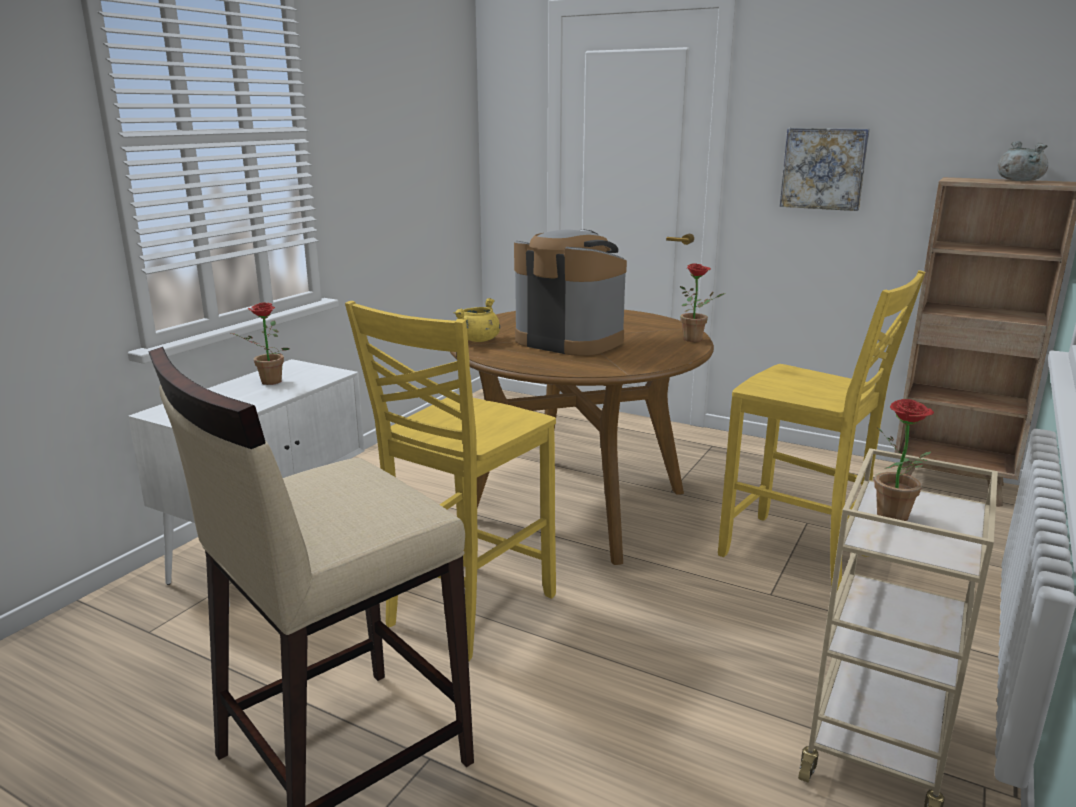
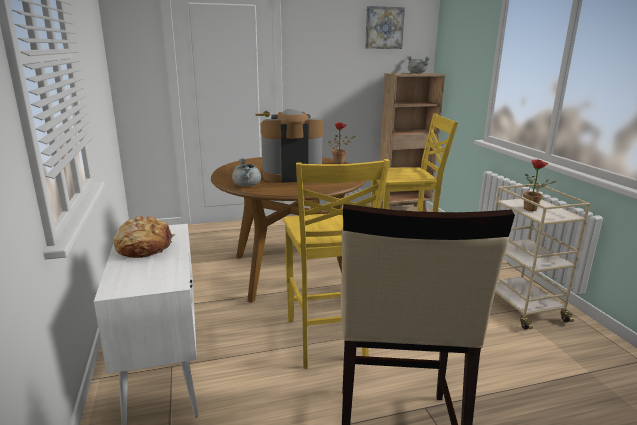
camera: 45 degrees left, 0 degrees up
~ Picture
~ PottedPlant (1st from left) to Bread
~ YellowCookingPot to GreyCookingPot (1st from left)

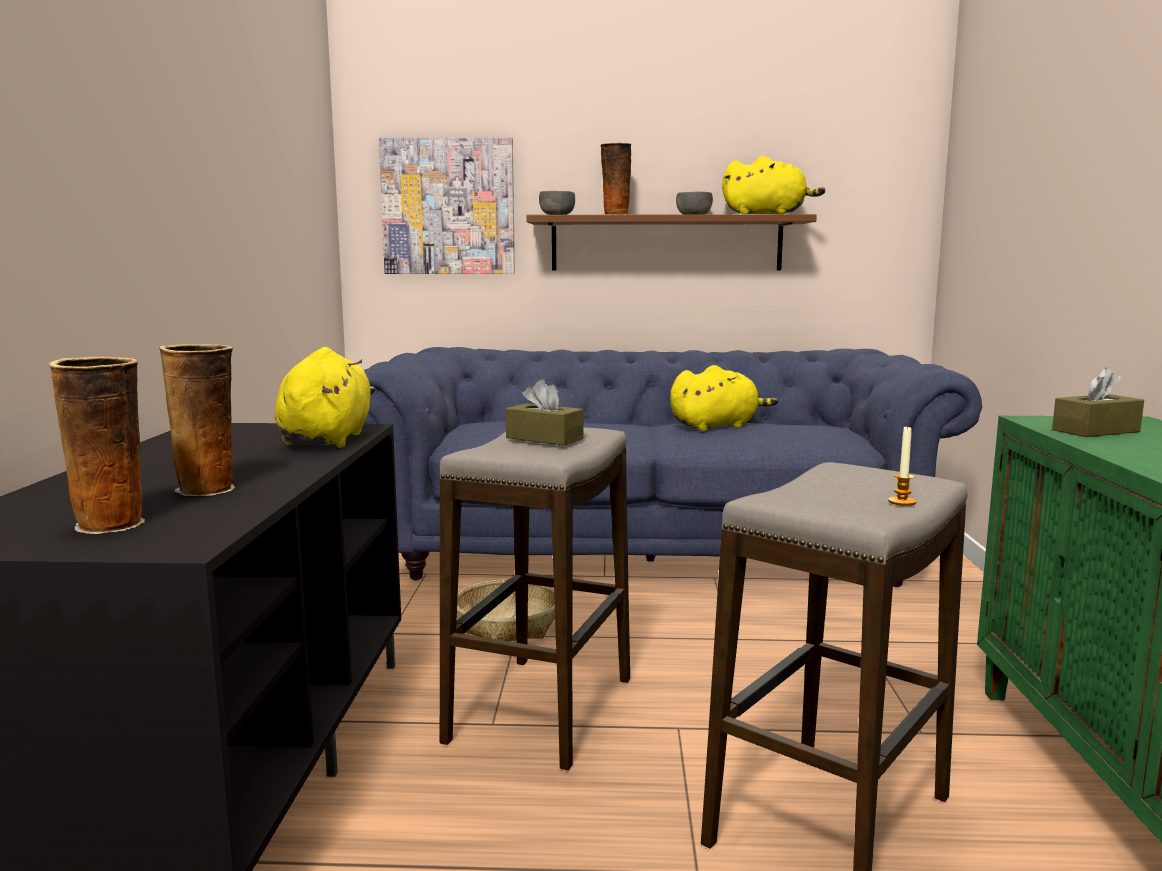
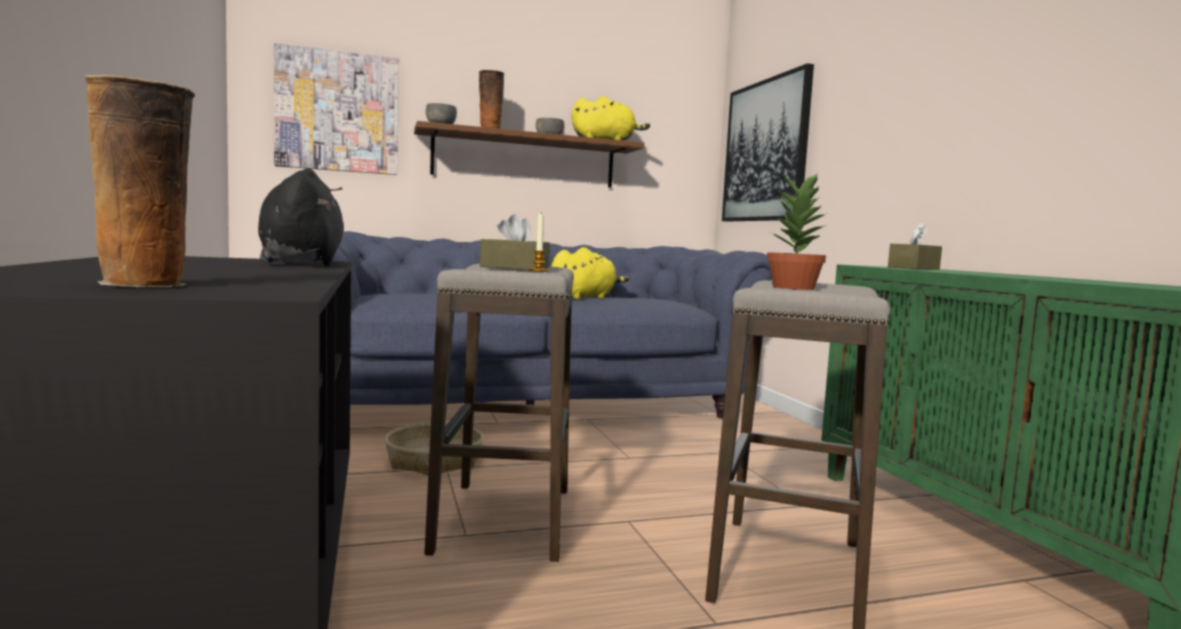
camera: 20 degrees left, 5 degrees down
- Vase (2nd from left)
+ Picture (2nd from left)
+ PottedPlant
~ Candle
~ YellowPlushToy (1st from left) to BlackPlushToy

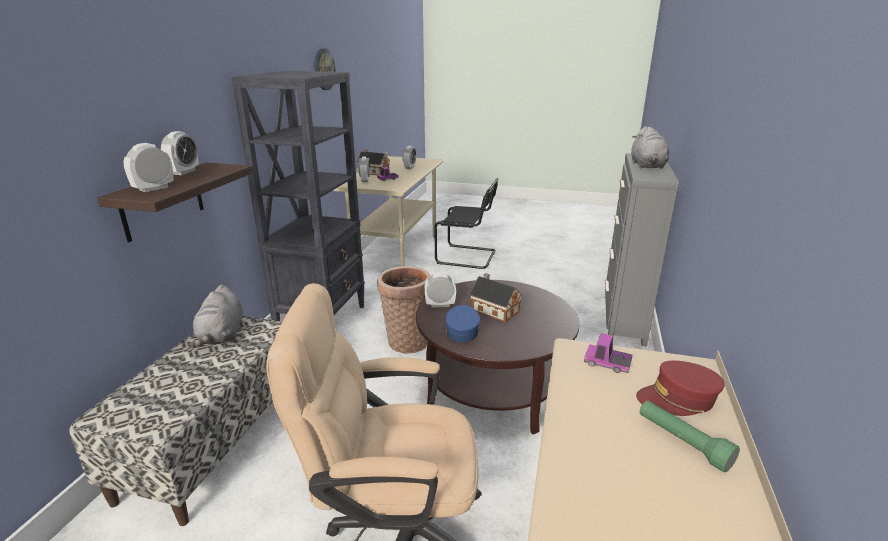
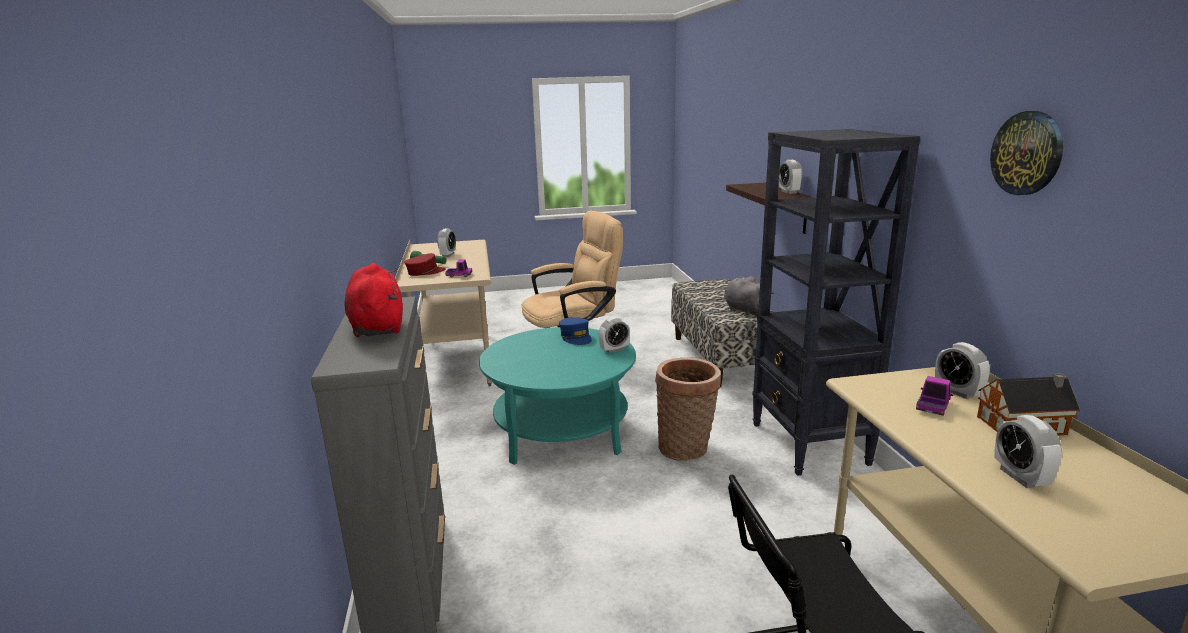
camera: 155 degrees right, 5 degrees down
- ToyHouse (2nd from left)
~ AlarmClock (1st from left)
~ BrownCoffeeTable to TurquoiseCoffeeTable
~ GreyPlushToy (2nd from left) to RedPlushToy

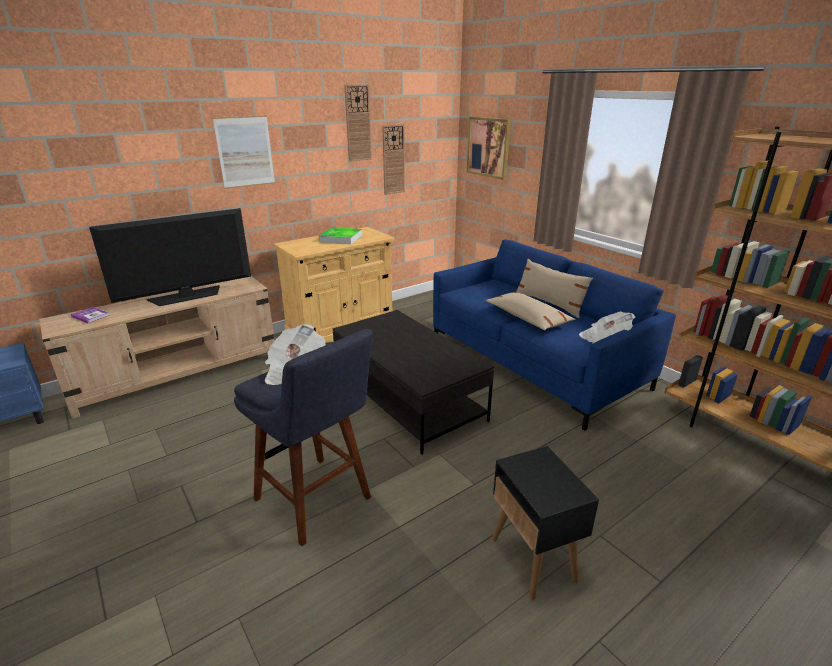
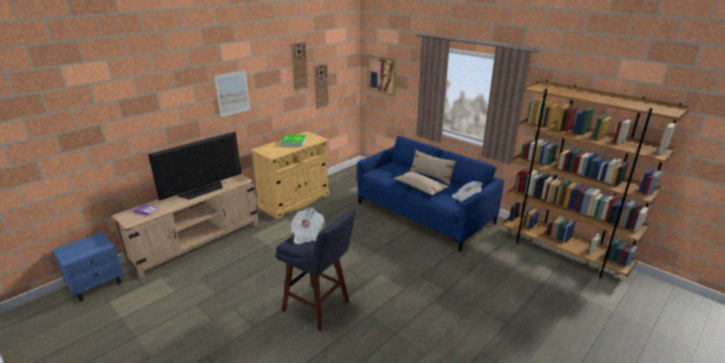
camera: 10 degrees left, 0 degrees up
- BlackCoffeeTable
- BlackSideTable

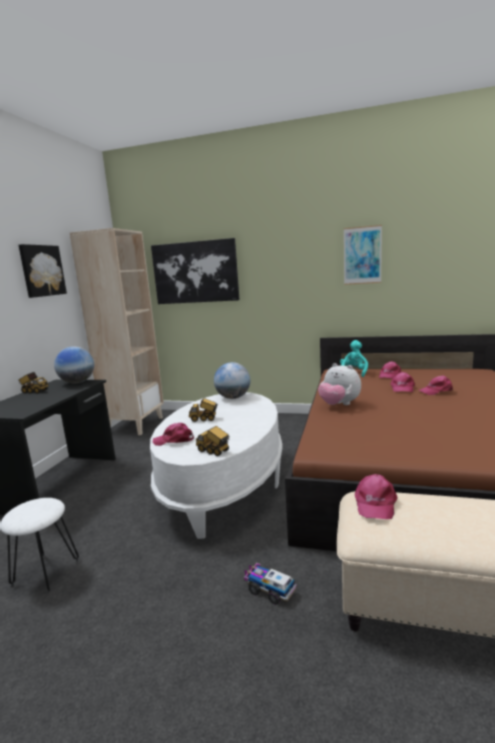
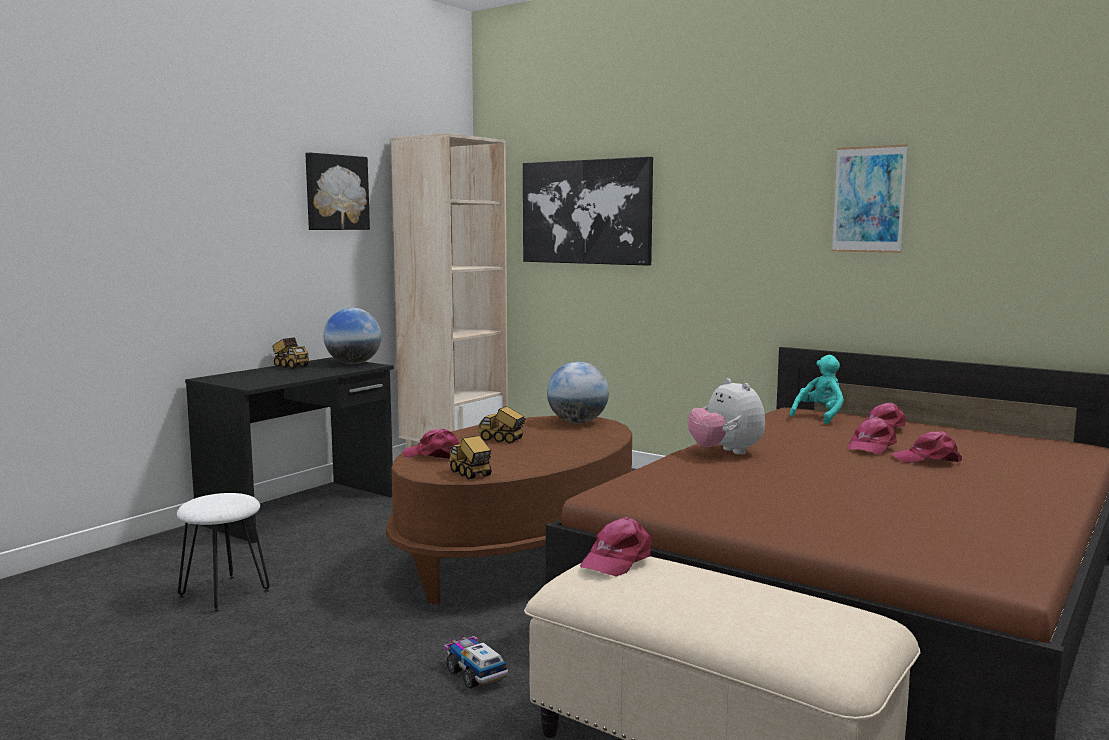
camera: 20 degrees right, 5 degrees down
~ WhiteCoffeeTable to BrownCoffeeTable

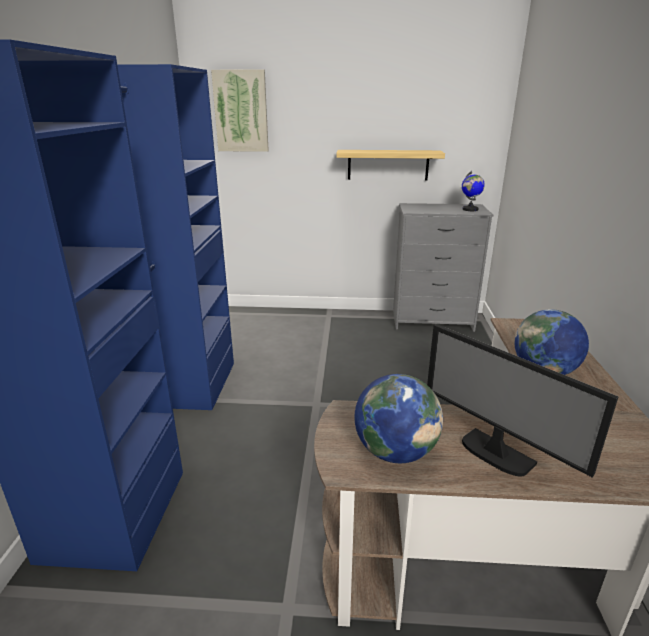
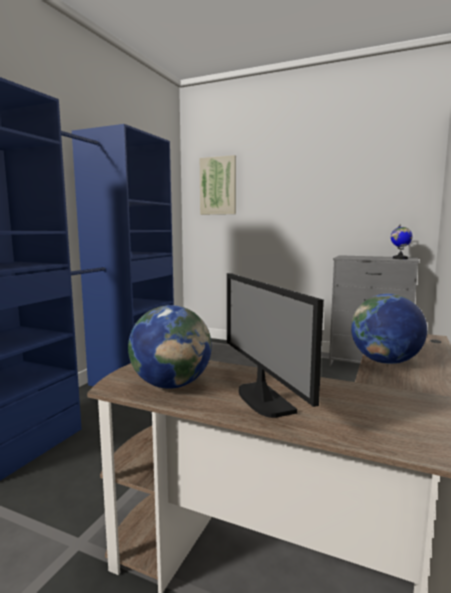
camera: 20 degrees right, 15 degrees down
- Shelf

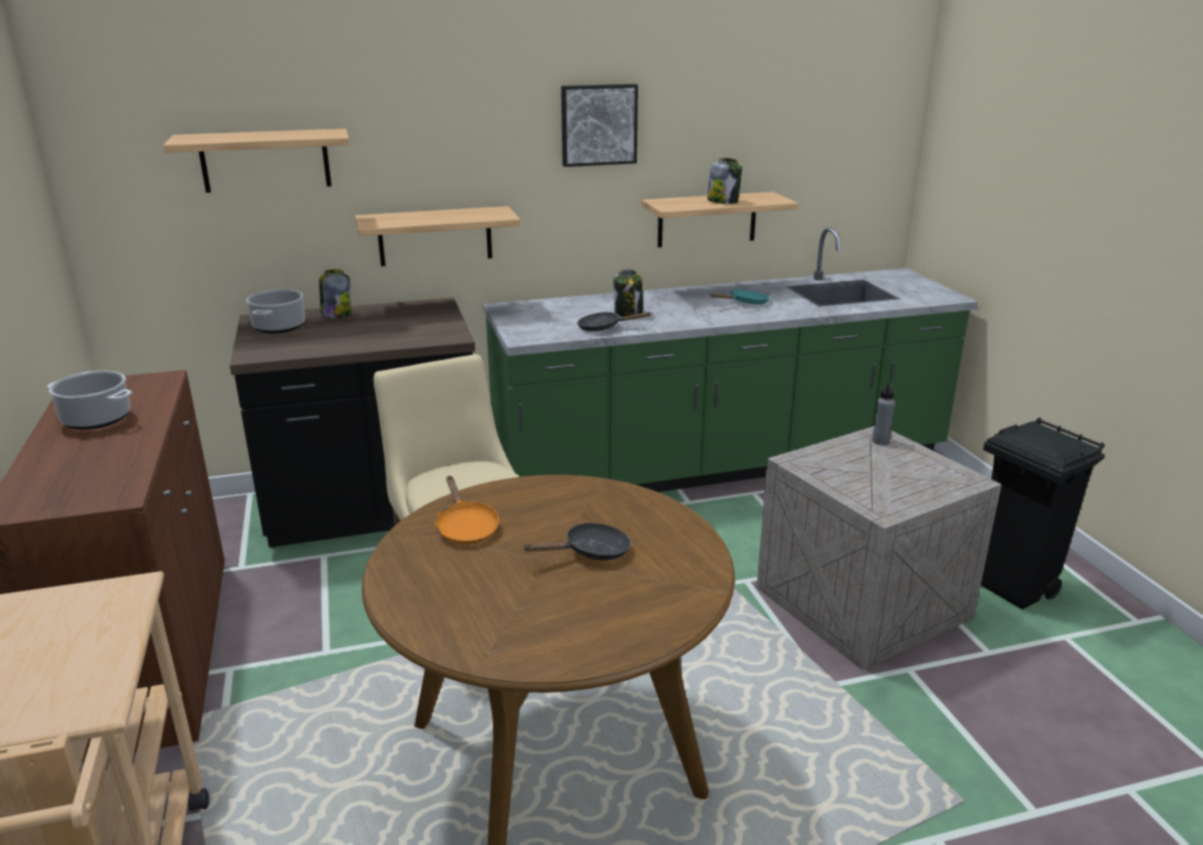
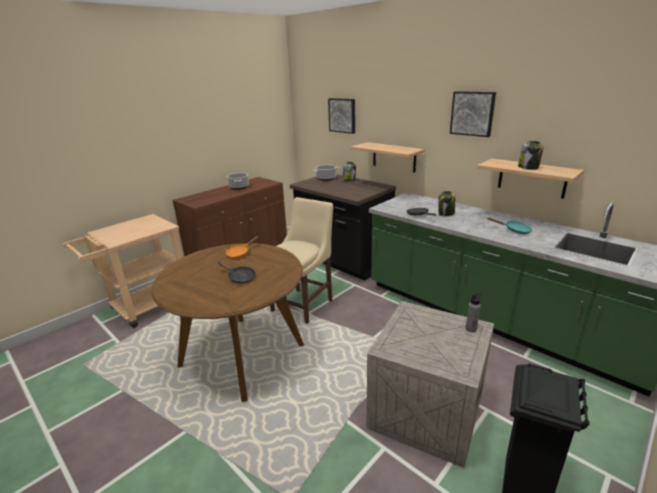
camera: 60 degrees right, 0 degrees up
~ Shelf (1st from left) to Picture (1st from left)

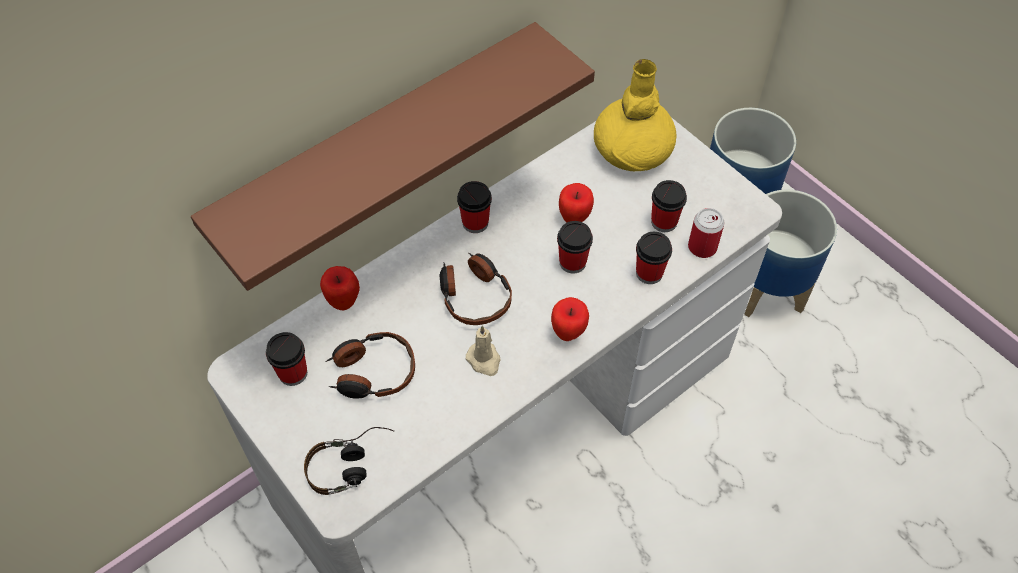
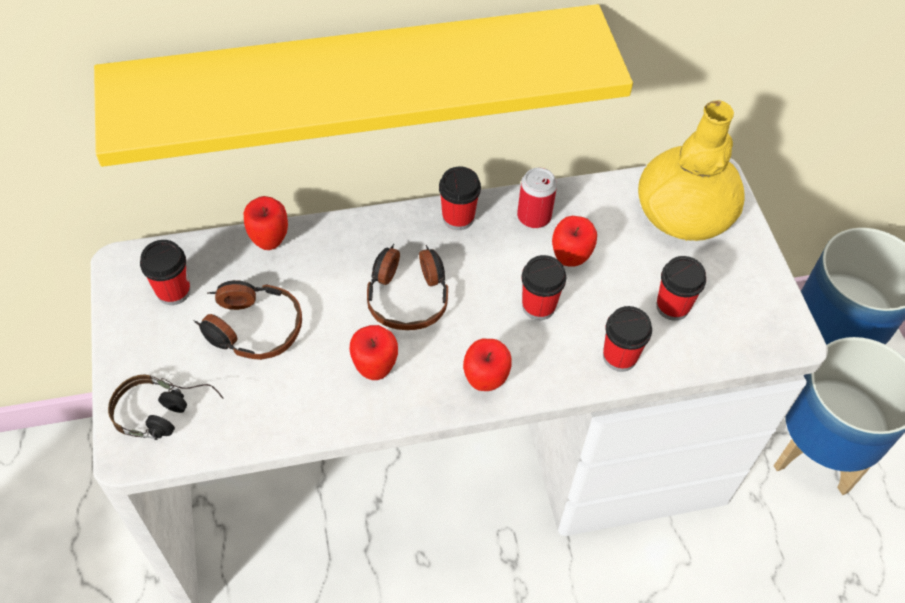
camera: 25 degrees right, 0 degrees up
~ Can
~ BeigeCandle to Apple (2nd from left)
~ BrownShelf to YellowShelf

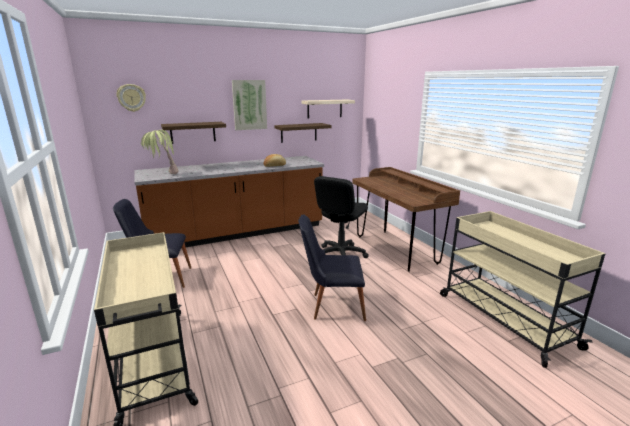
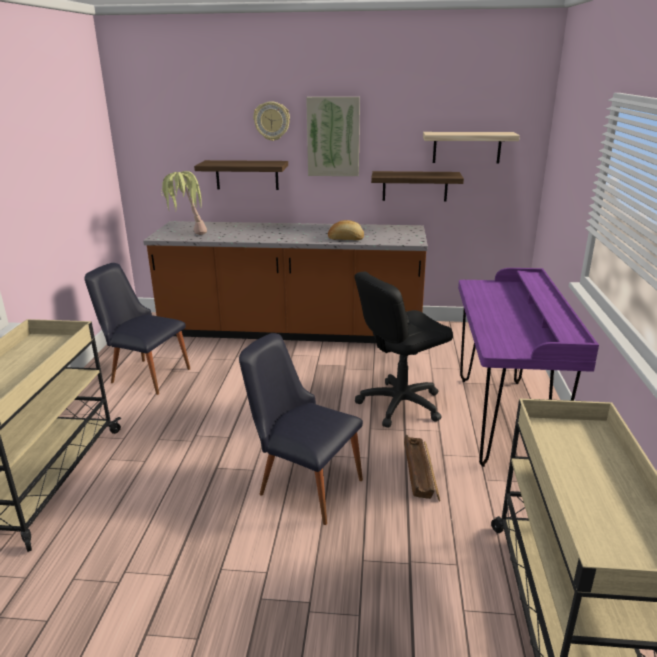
camera: 30 degrees right, 5 degrees up
+ Crate
~ WallClock
~ BrownDesk to PurpleDesk

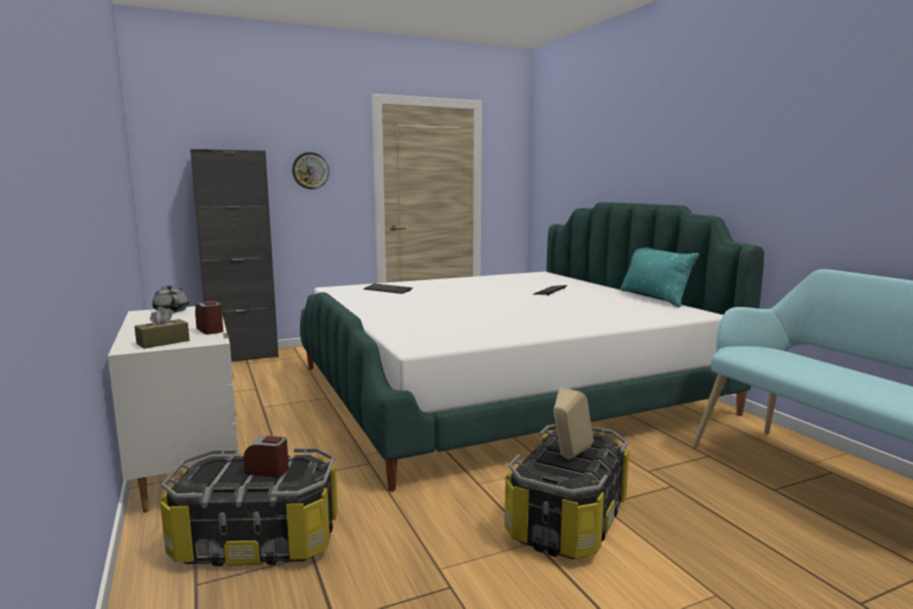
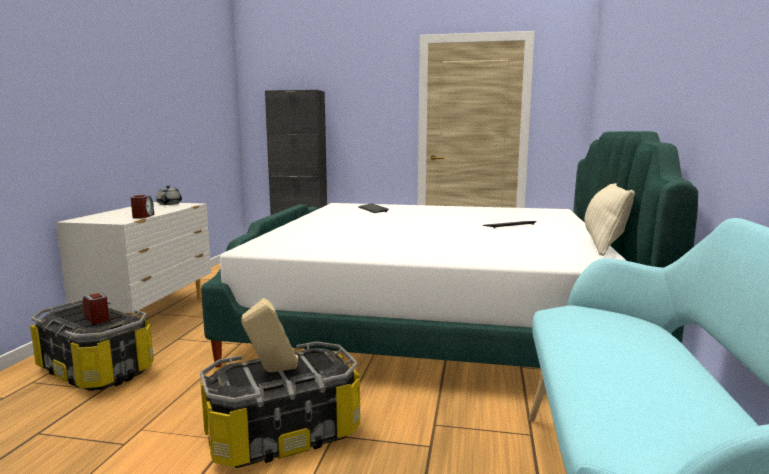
camera: 35 degrees right, 0 degrees up
- BrownTissueBox
- WallClock
~ TurquoisePillow to BeigePillow

